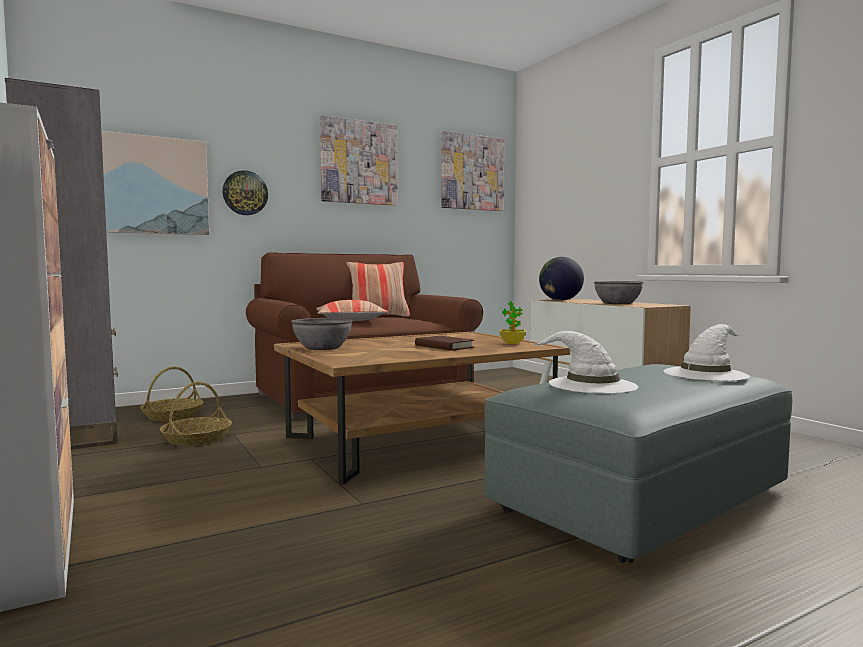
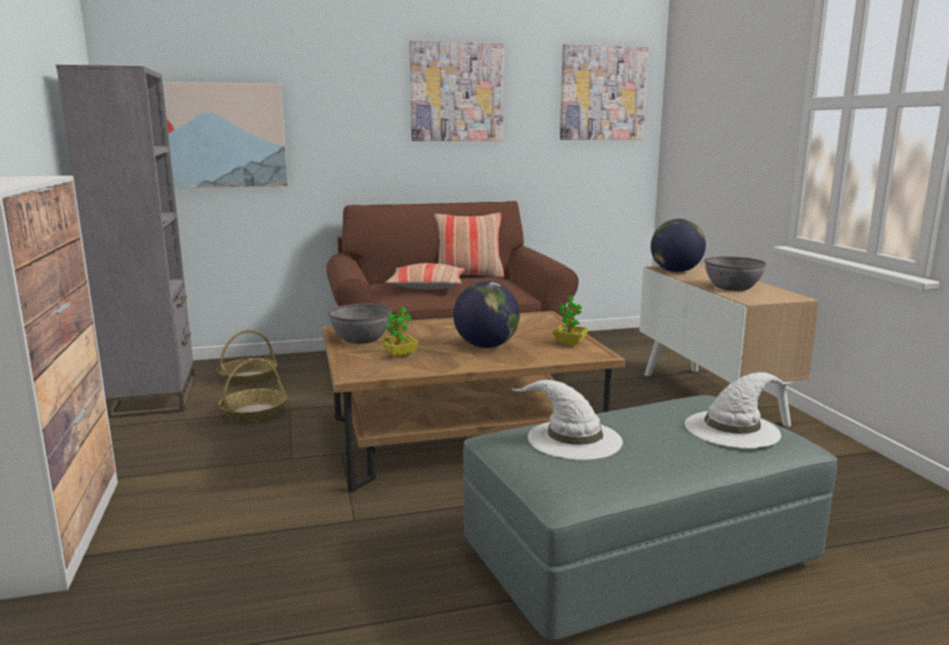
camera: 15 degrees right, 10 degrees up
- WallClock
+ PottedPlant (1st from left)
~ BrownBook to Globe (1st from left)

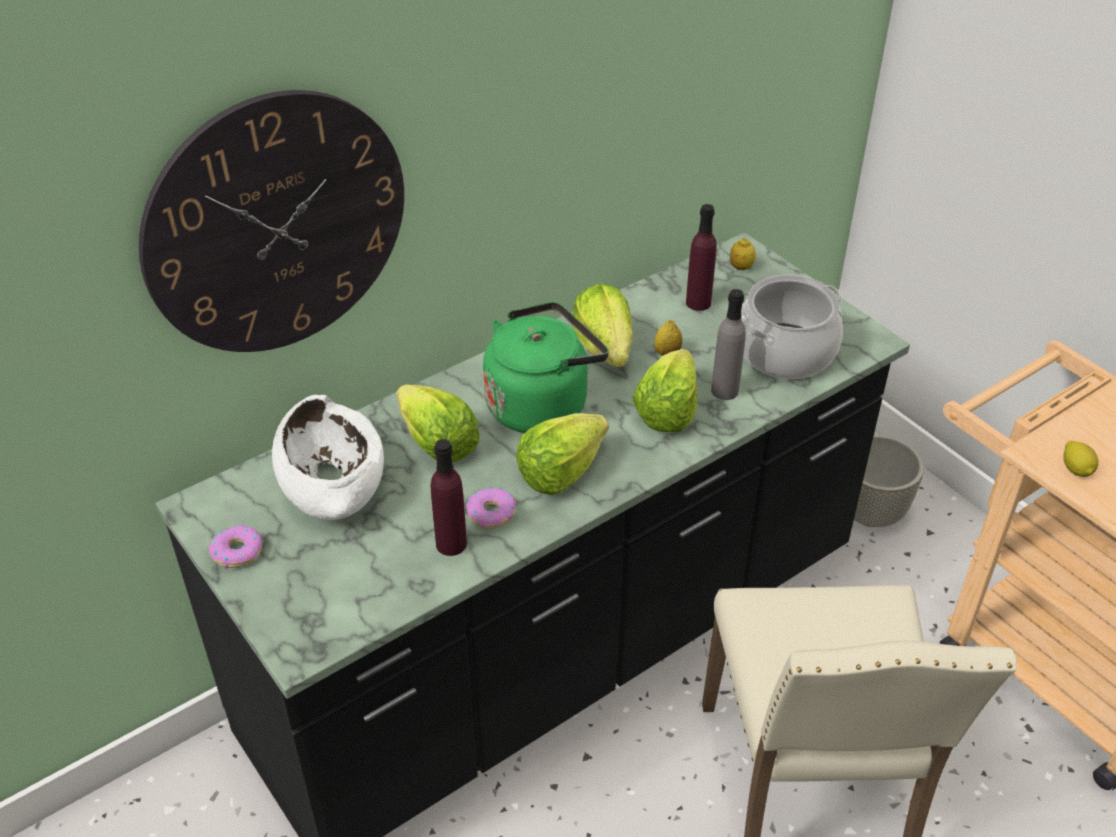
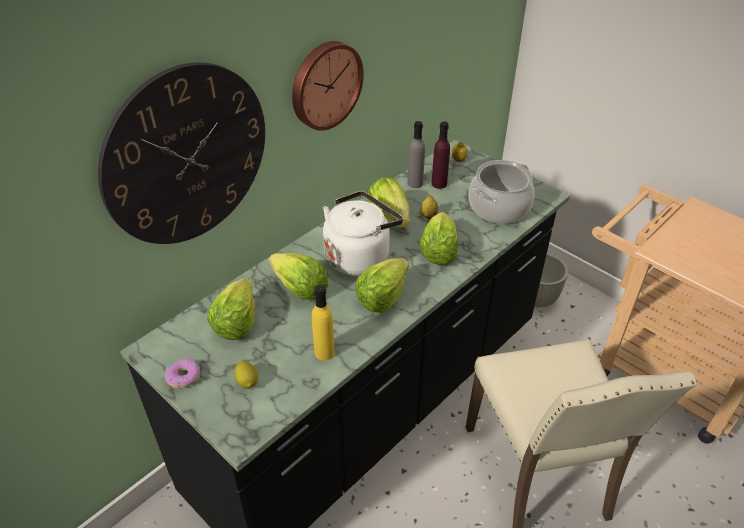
camera: 10 degrees left, 0 degrees up
- Donut (2nd from left)
+ WallClock (2nd from left)
~ GreyBottle
~ Lemon (3rd from left in the first image) to Lemon (1st from left)
~ WhiteBowl to Lettuce (1st from left)
~ PurpleBottle (1st from left) to YellowBottle
~ GreenKettle to WhiteKettle

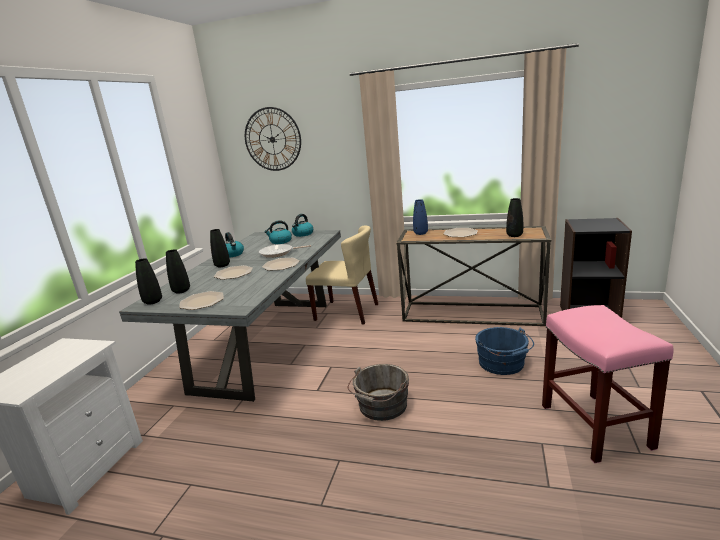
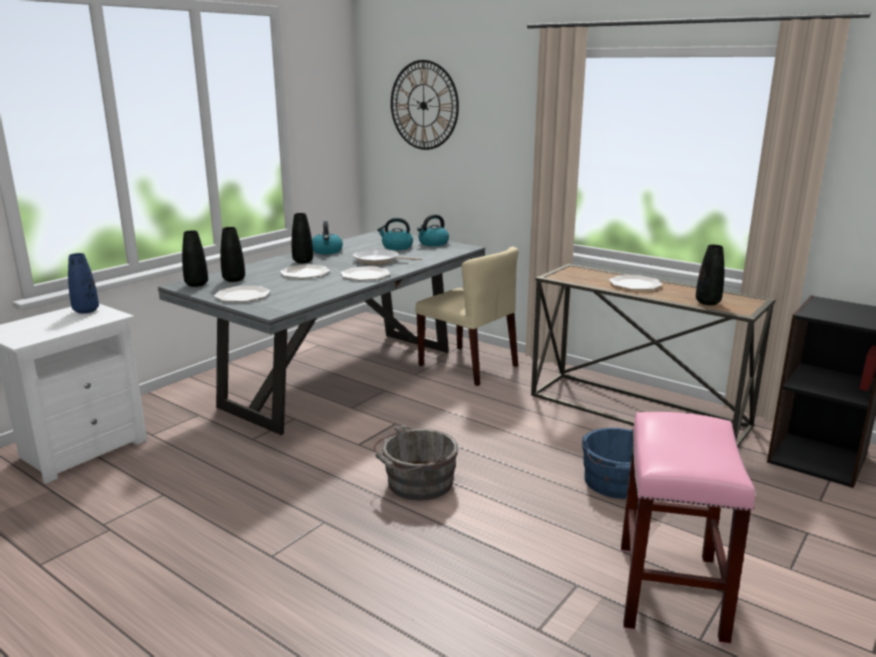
camera: 20 degrees right, 0 degrees up
~ BlueVase

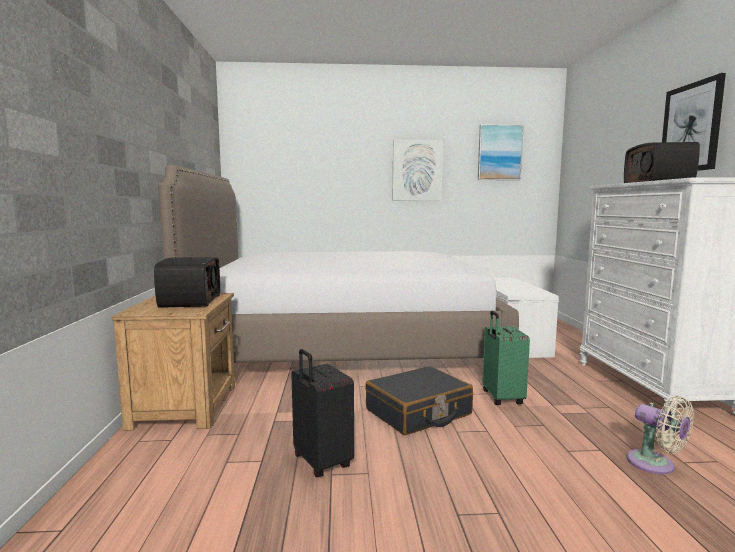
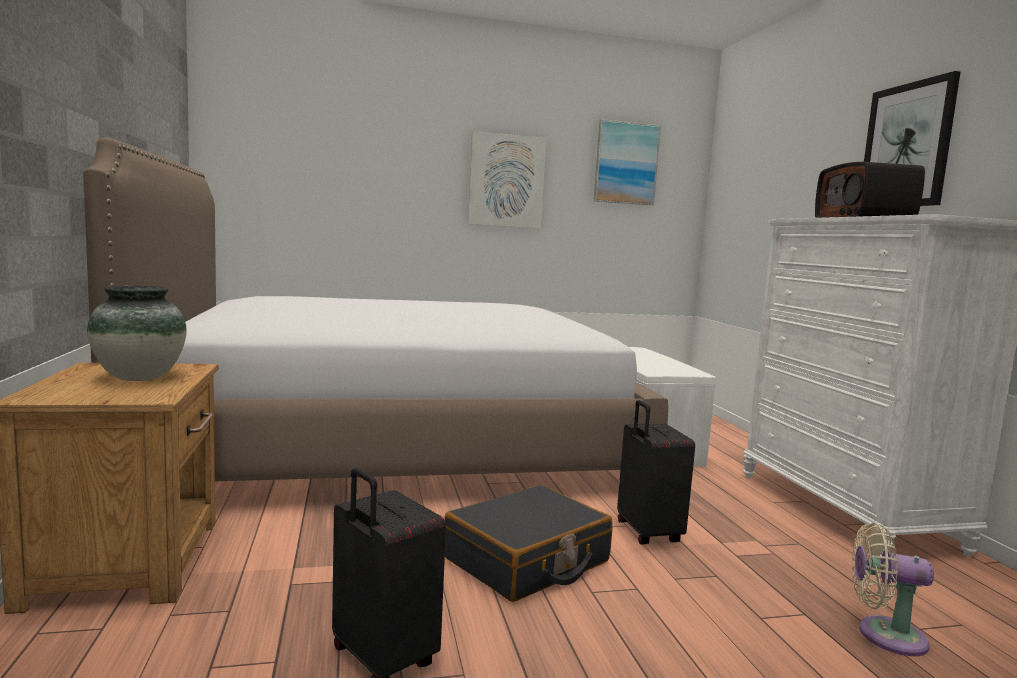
camera: 10 degrees left, 0 degrees up
~ Radio (1st from left) to Vase
~ GreenSuitcase to BlackSuitcase (3rd from left)
~ BeigeFan 150 degrees clockwise

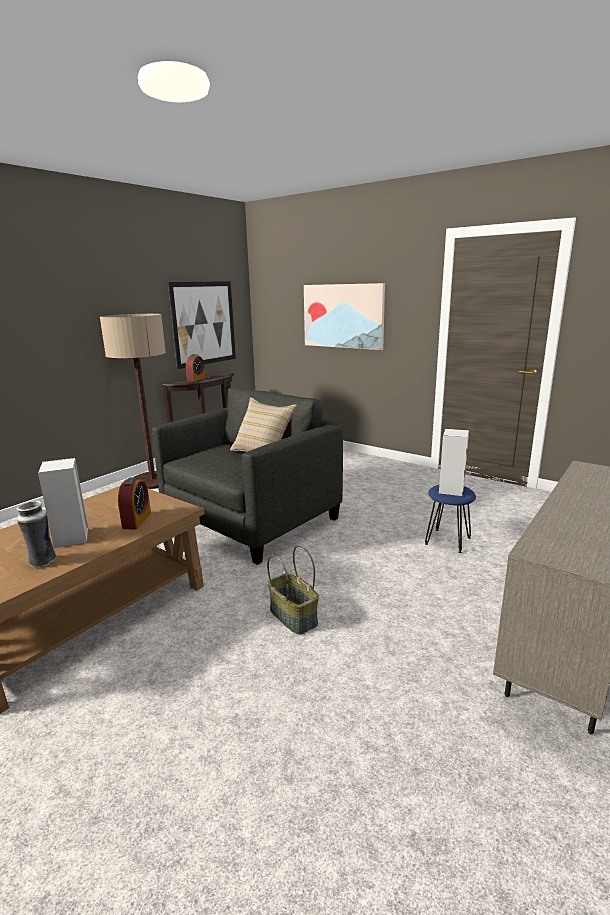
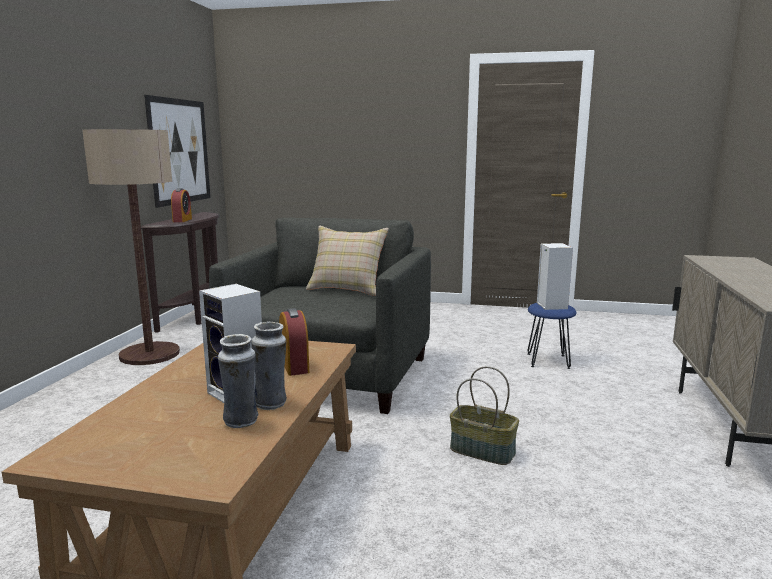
camera: 25 degrees left, 5 degrees down
- Picture (2nd from left)
+ Vase (2nd from left)

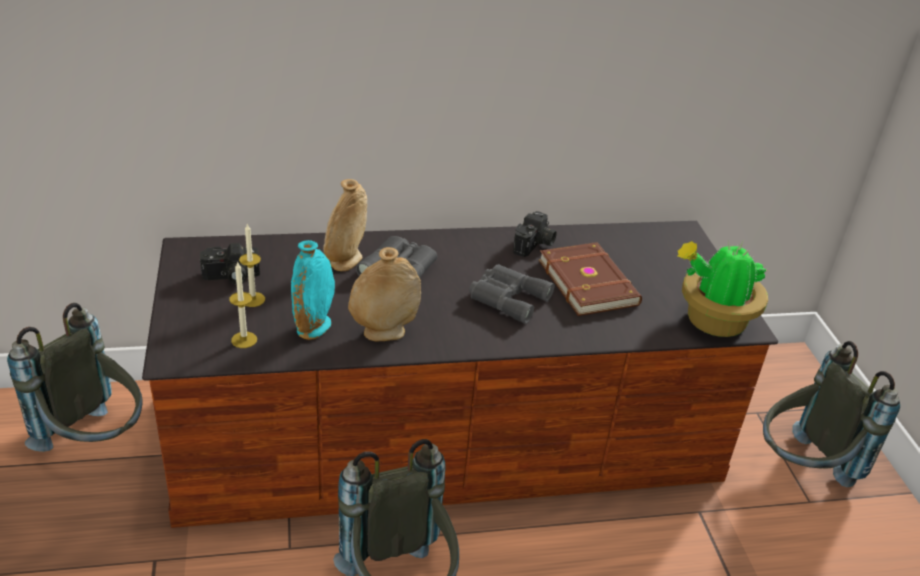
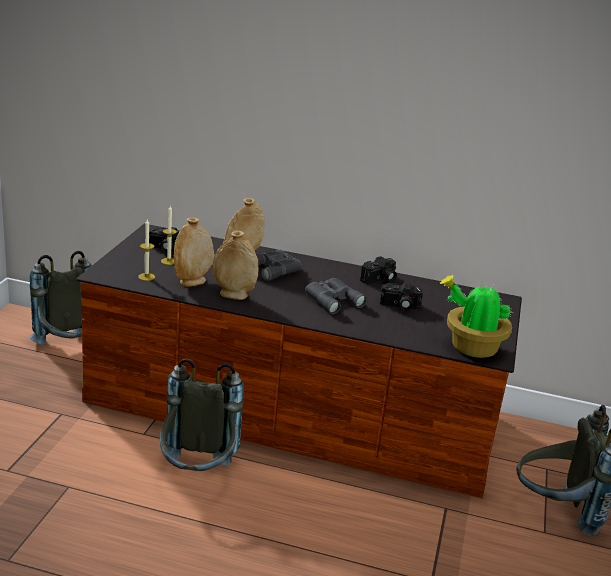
camera: 25 degrees right, 10 degrees down
~ BrownBook to PhotoCamera (3rd from left)
~ TurquoiseVase to BeigeVase (1st from left)

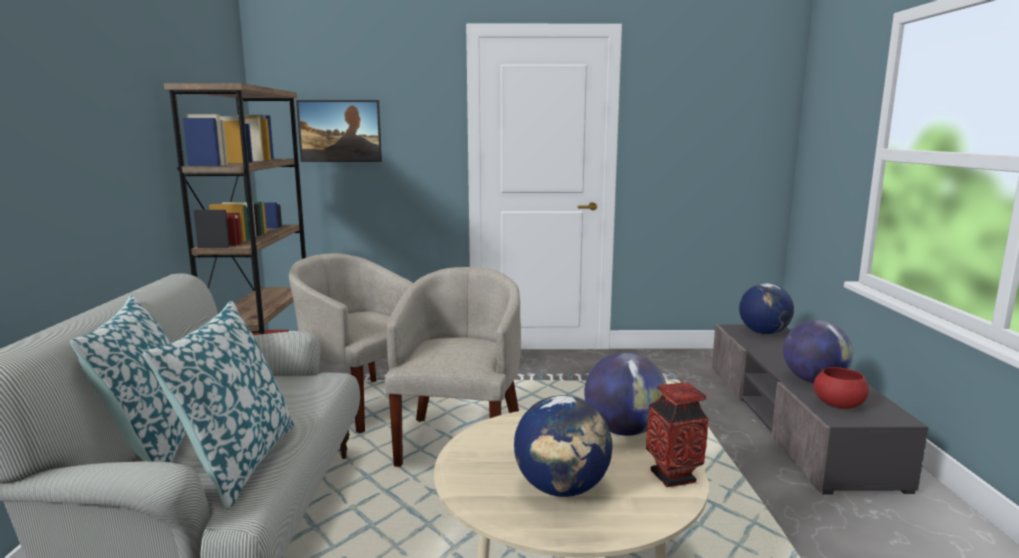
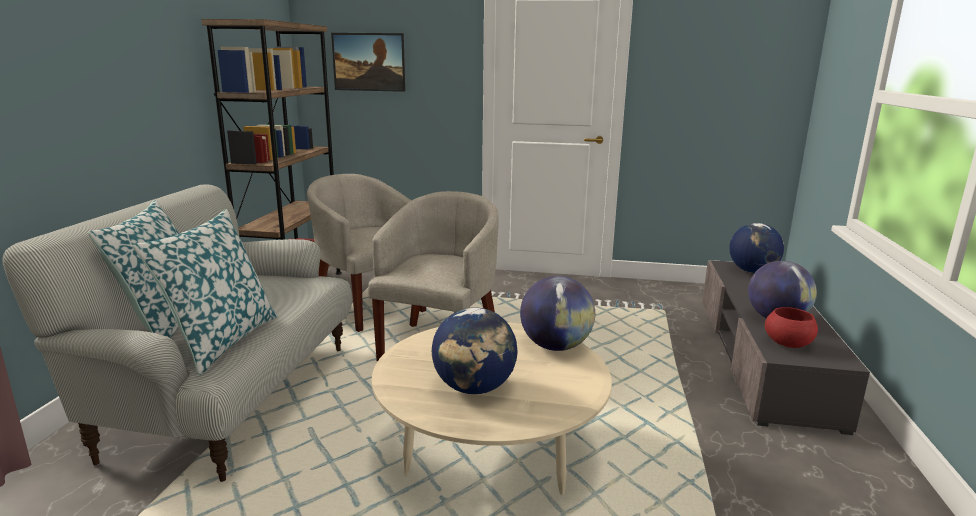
camera: 10 degrees right, 5 degrees up
- Vase

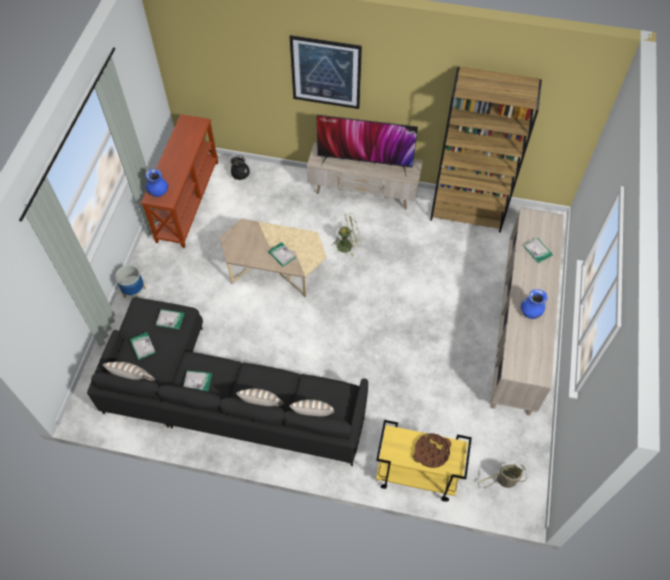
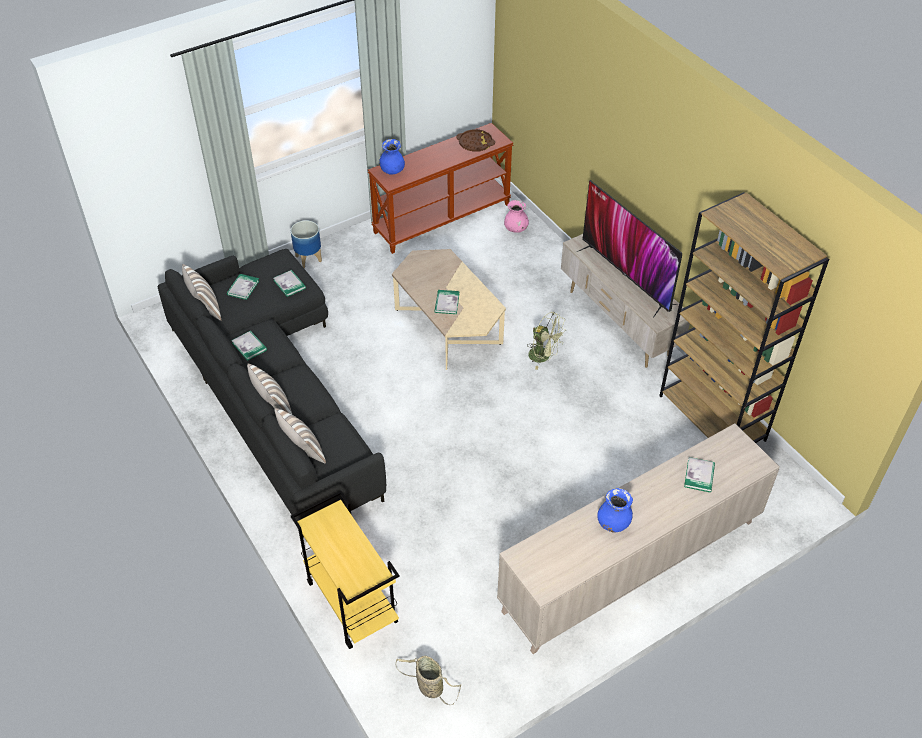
camera: 45 degrees right, 10 degrees down
- Picture
~ BrownTray
~ BlackVase to PinkVase

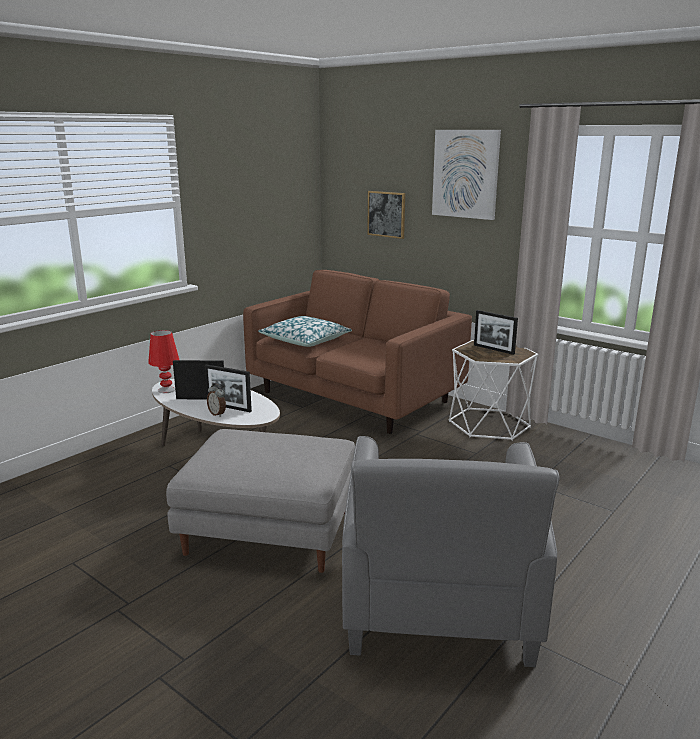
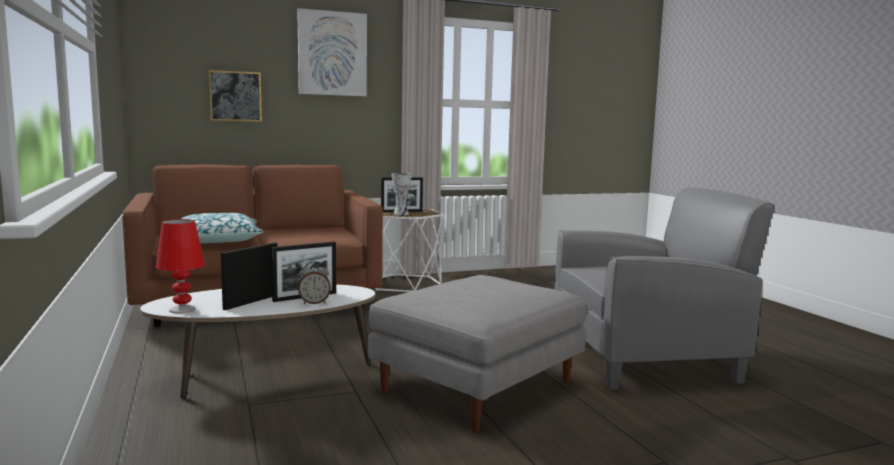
camera: 60 degrees left, 10 degrees down
+ Vase
~ GreyArmchair 45 degrees counterclockwise

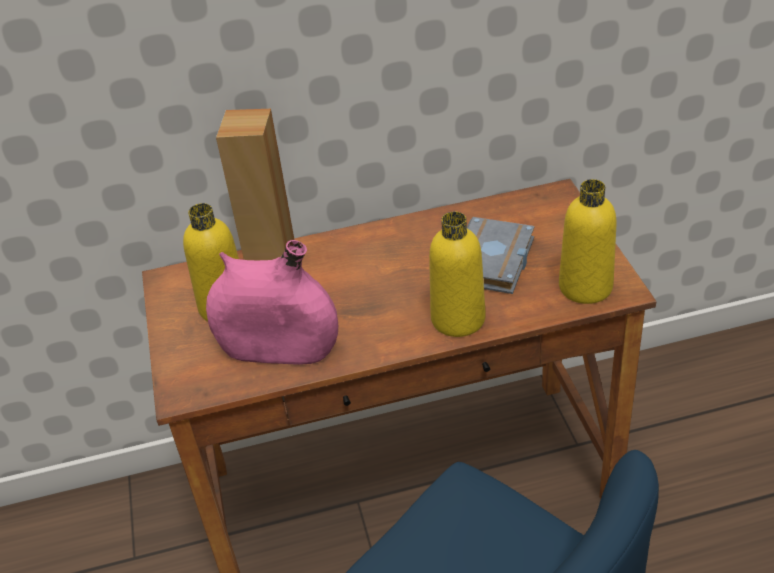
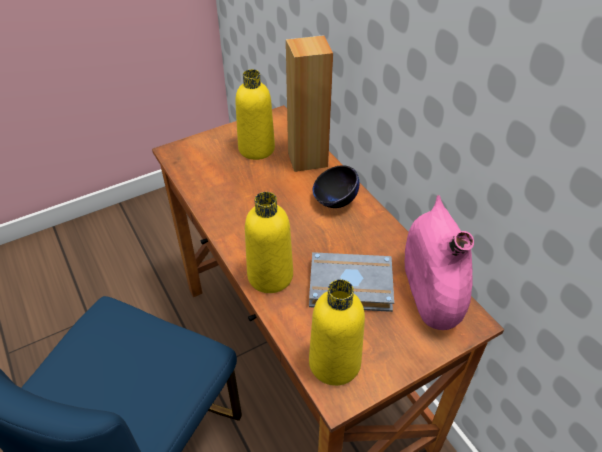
camera: 70 degrees right, 5 degrees up
+ BlackBowl
~ PinkVase

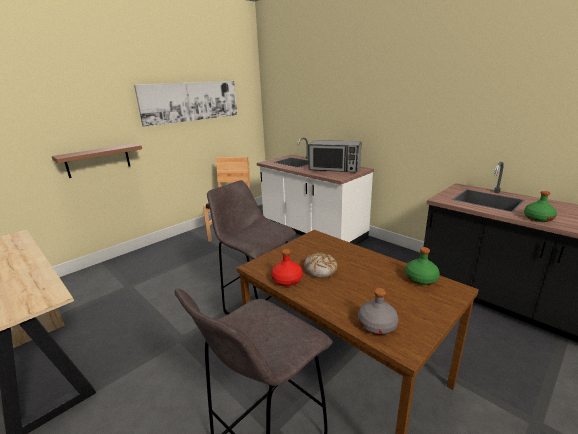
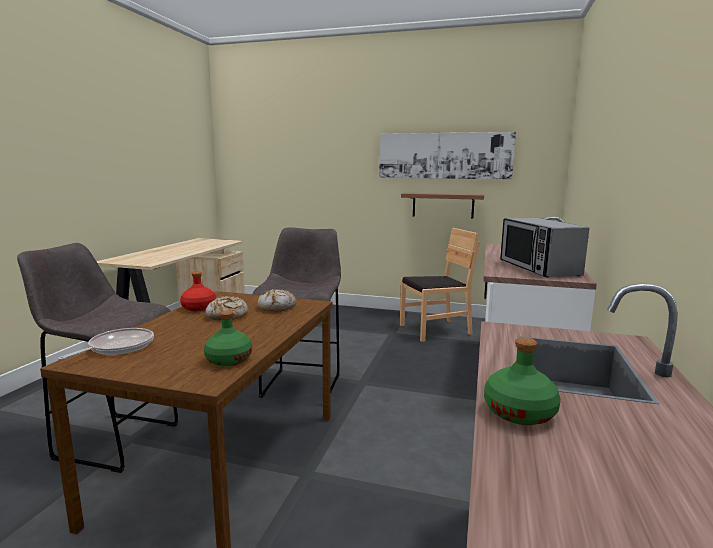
camera: 60 degrees right, 10 degrees down
+ Bread (2nd from left)
~ Shelf
~ GreyBottle to FryingPan

